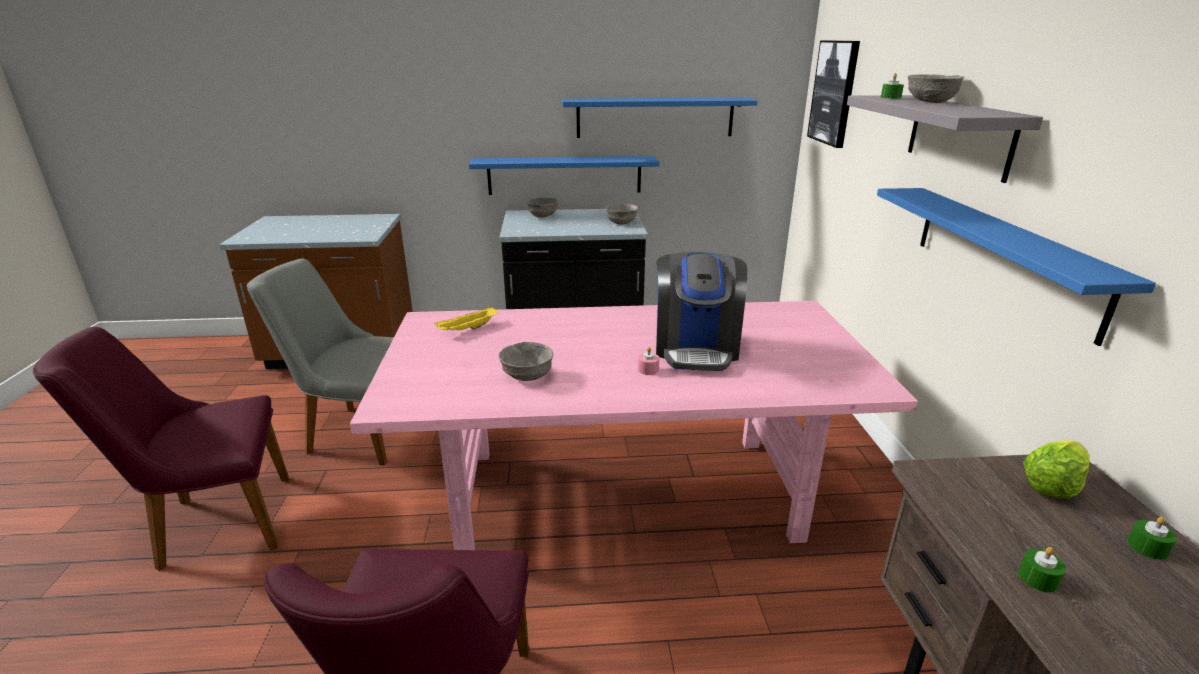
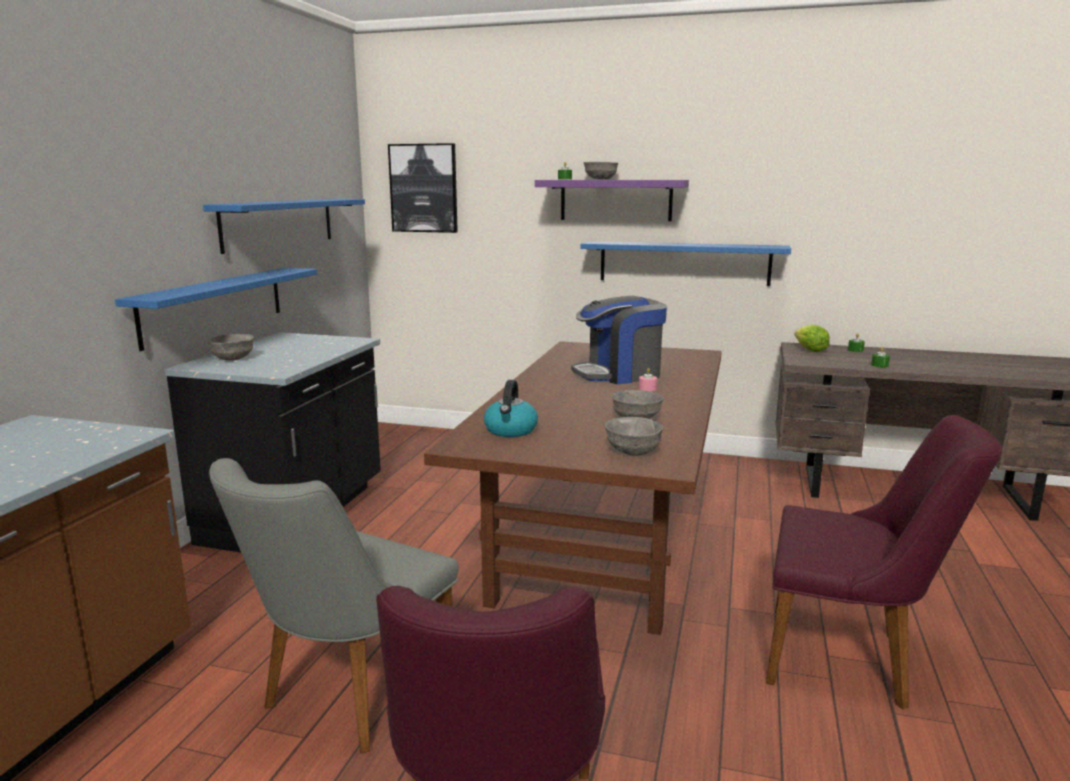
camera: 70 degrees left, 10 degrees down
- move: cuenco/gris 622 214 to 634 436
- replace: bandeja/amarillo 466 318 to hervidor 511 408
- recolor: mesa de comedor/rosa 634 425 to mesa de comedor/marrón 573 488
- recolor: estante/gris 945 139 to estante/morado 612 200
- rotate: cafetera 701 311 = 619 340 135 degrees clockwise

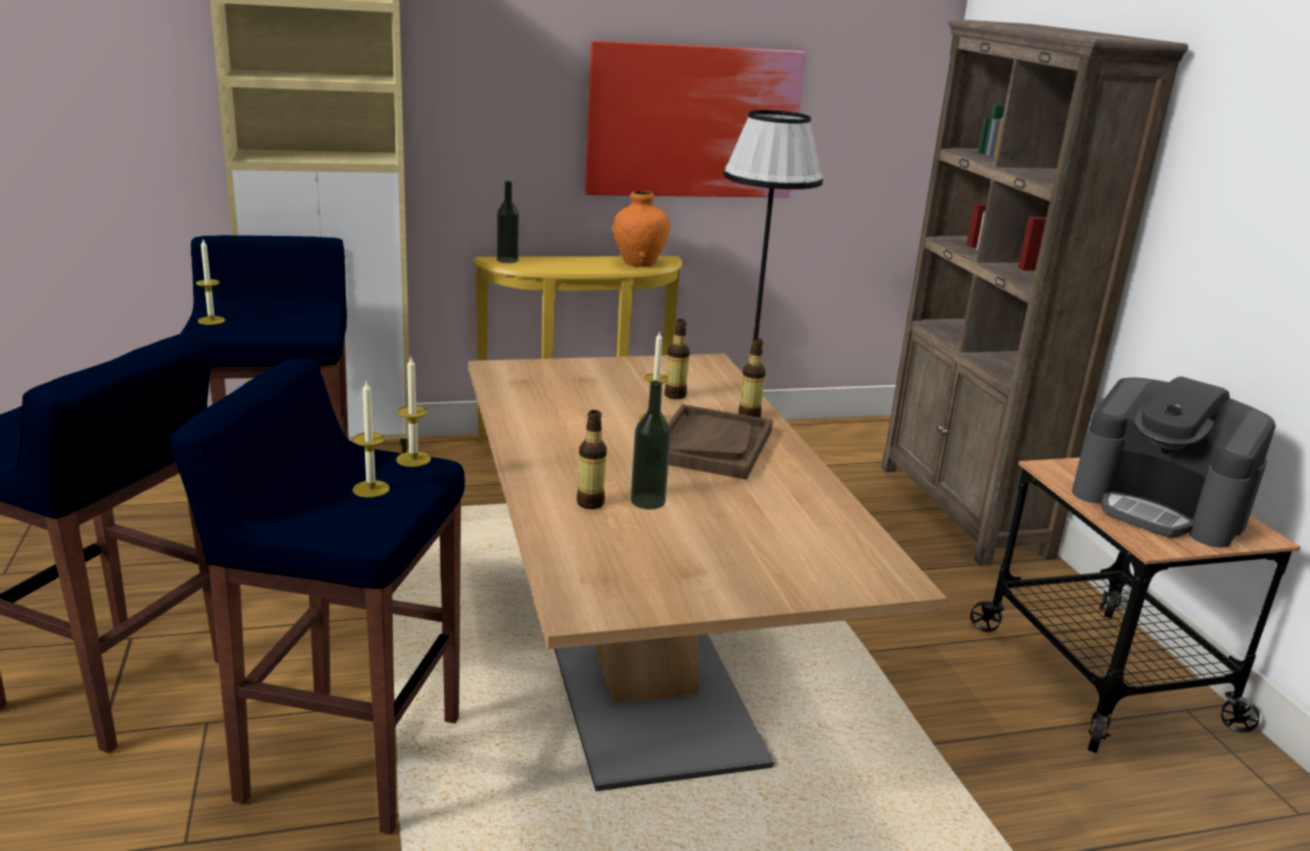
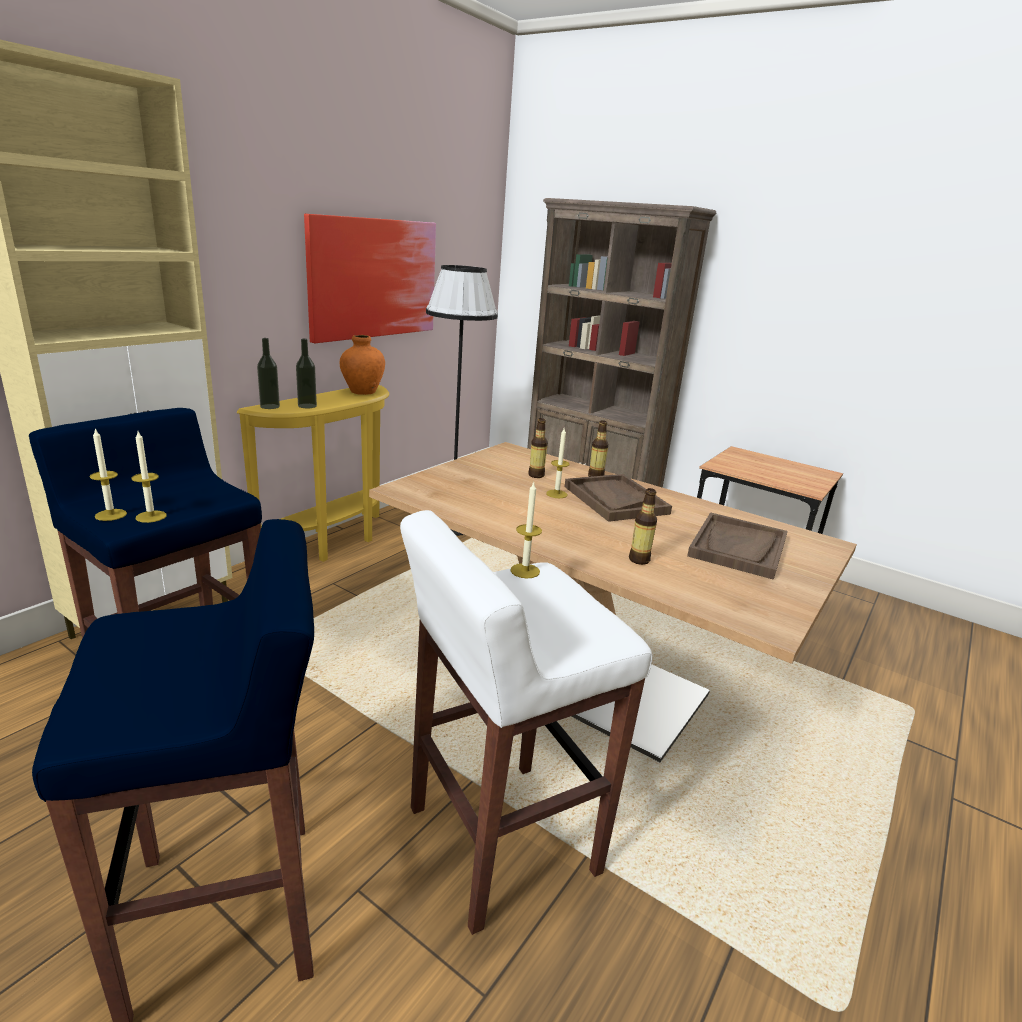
camera: 40 degrees left, 0 degrees up
- delete: cafetera 1174 462
- insert: bandeja/marrón 737 546
- move: vela 371 439 to 149 477
- move: botella 651 445 to 306 373
- recolor: taburete/azul 317 596 to taburete/blanco 526 722

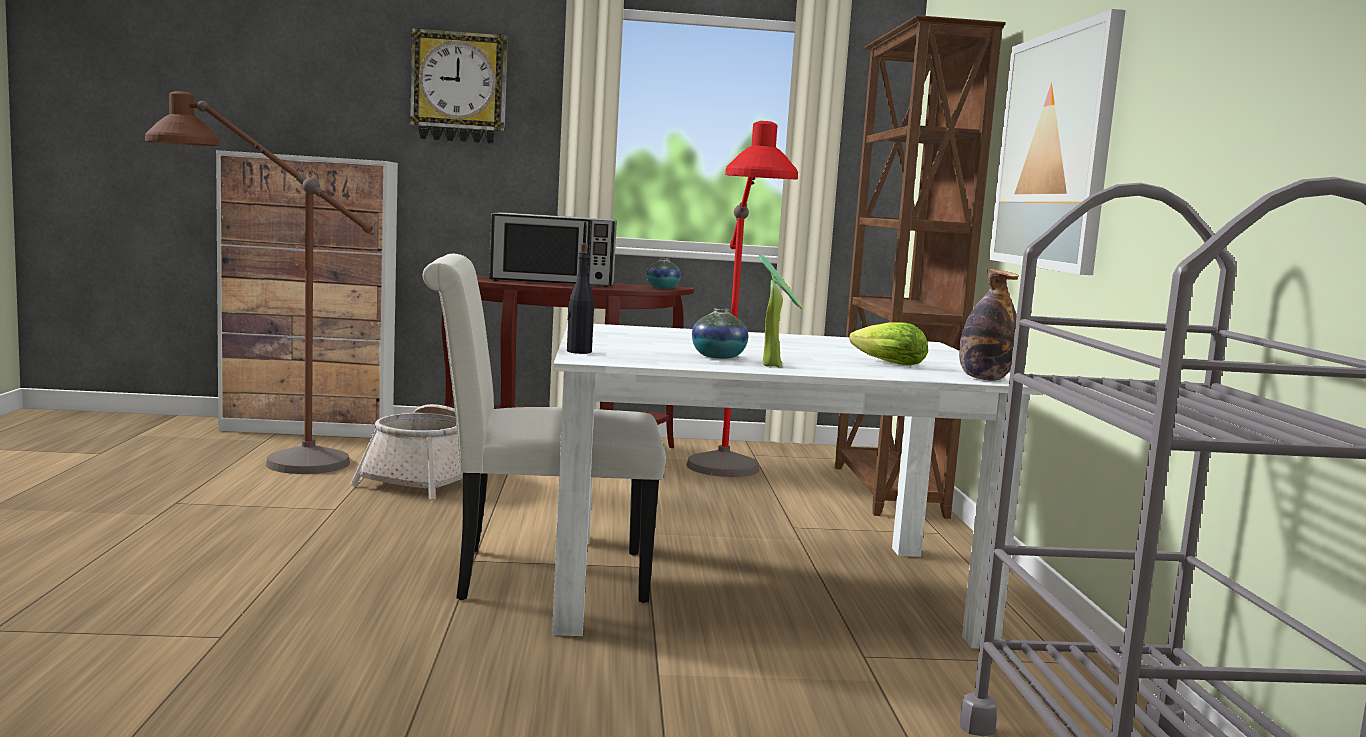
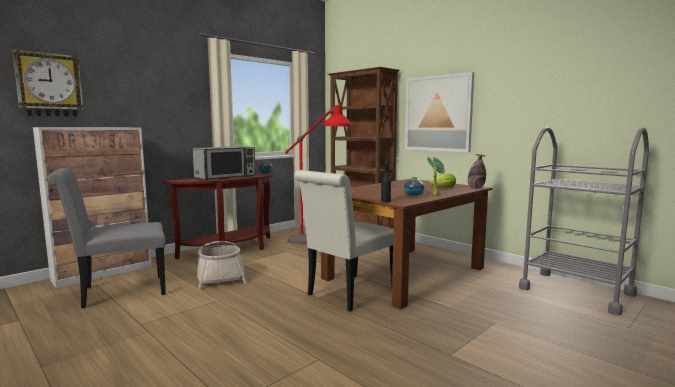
camera: 40 degrees left, 0 degrees up
- move: reloj de pared 458 86 to 48 83
- replace: lámpara de pie/marrón 259 282 to silla/gris 106 238
- recolor: mesa de comedor/blanco 797 486 to mesa de comedor/marrón 406 244

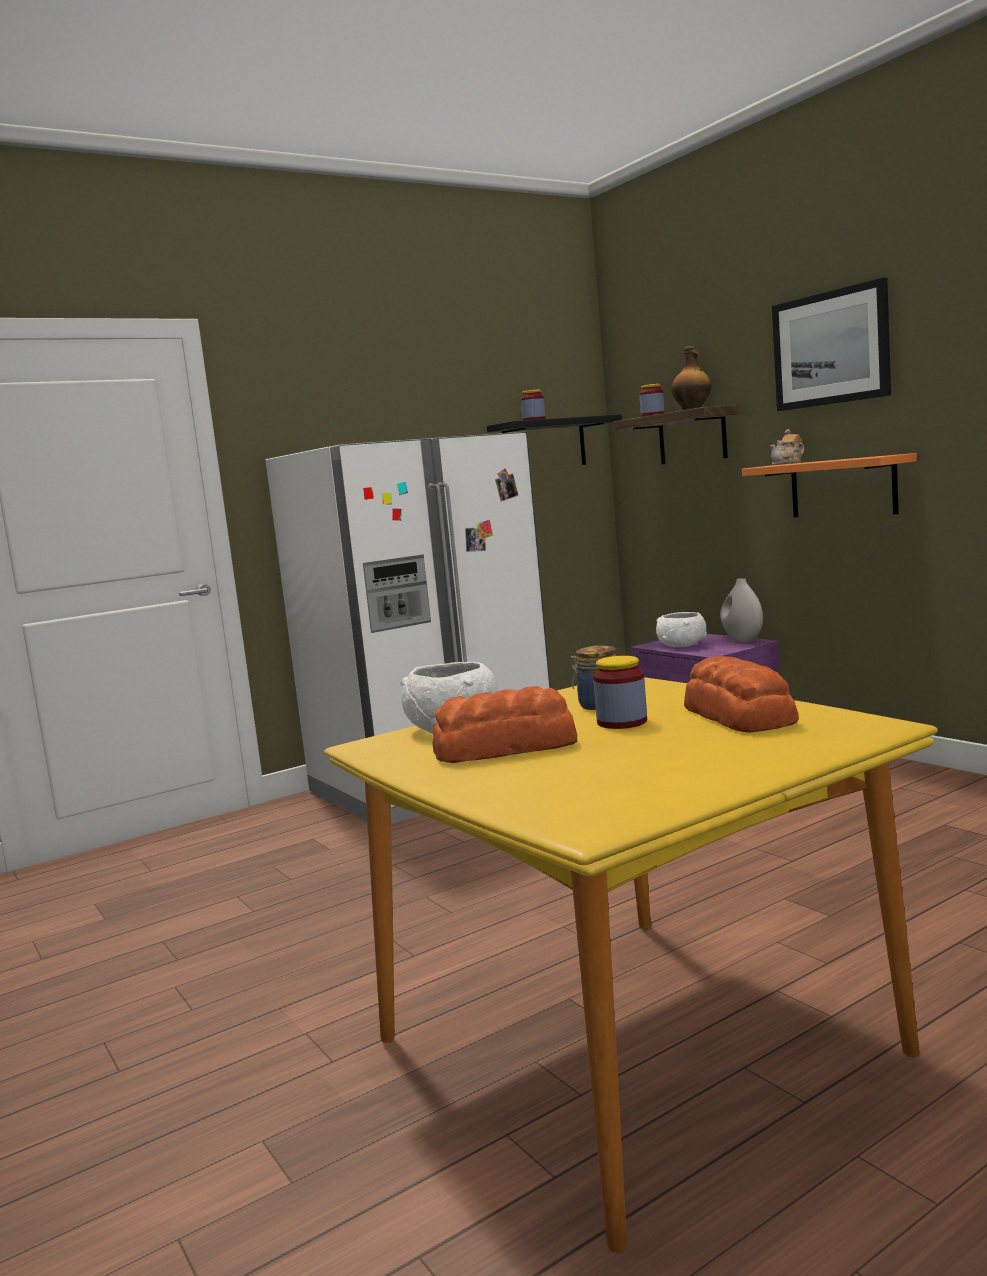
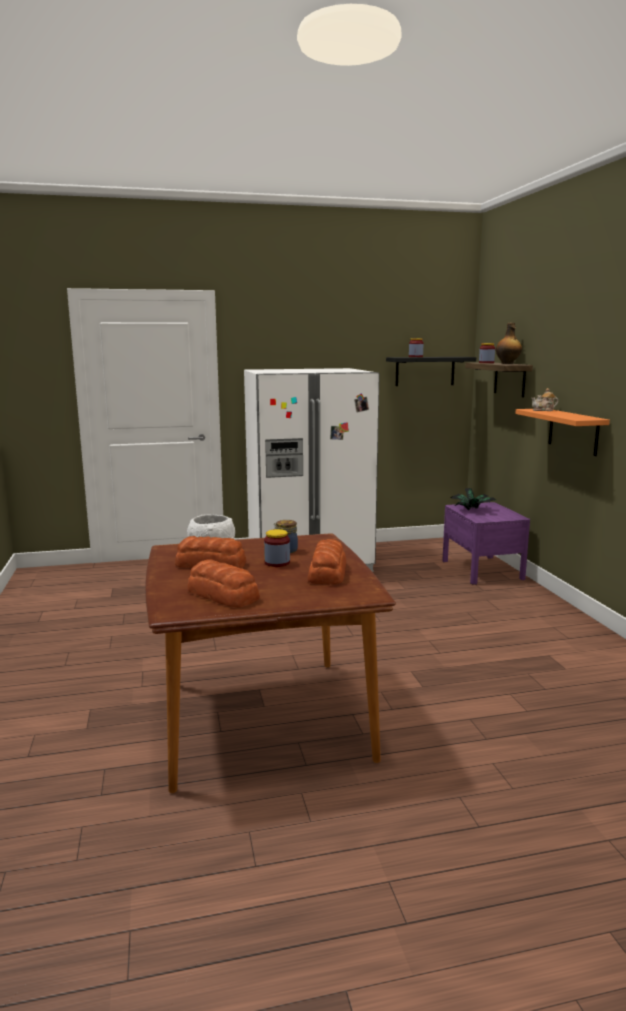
camera: 20 degrees right, 5 degrees up
- delete: florero/blanco 741 610
- delete: cuadro 831 344
- insert: pan 223 583
- replace: cuenco/blanco 681 629 to planta en maceta 473 499
- recolor: mesa de comedor/amarillo 631 965 to mesa de comedor/marrón 270 663

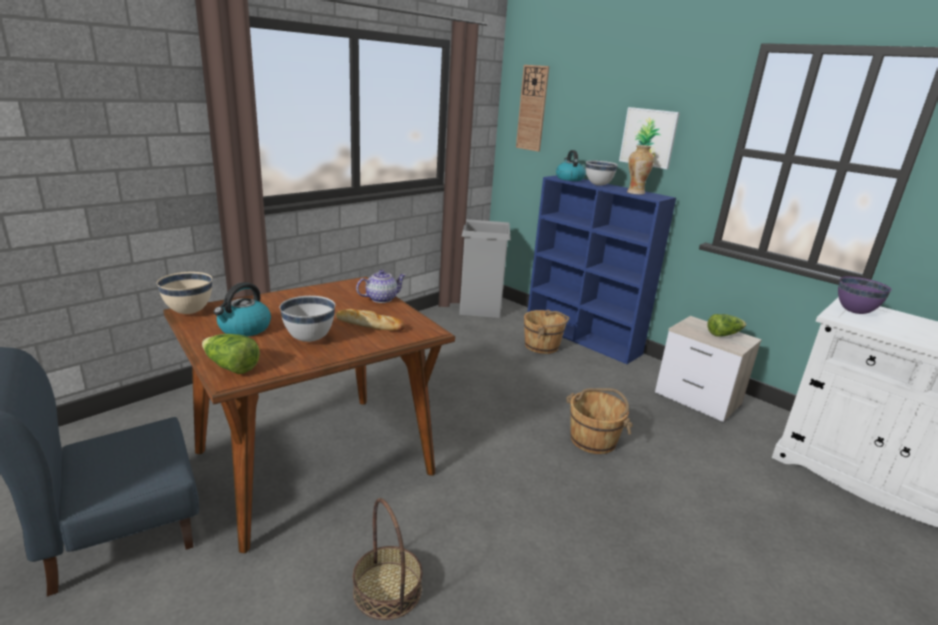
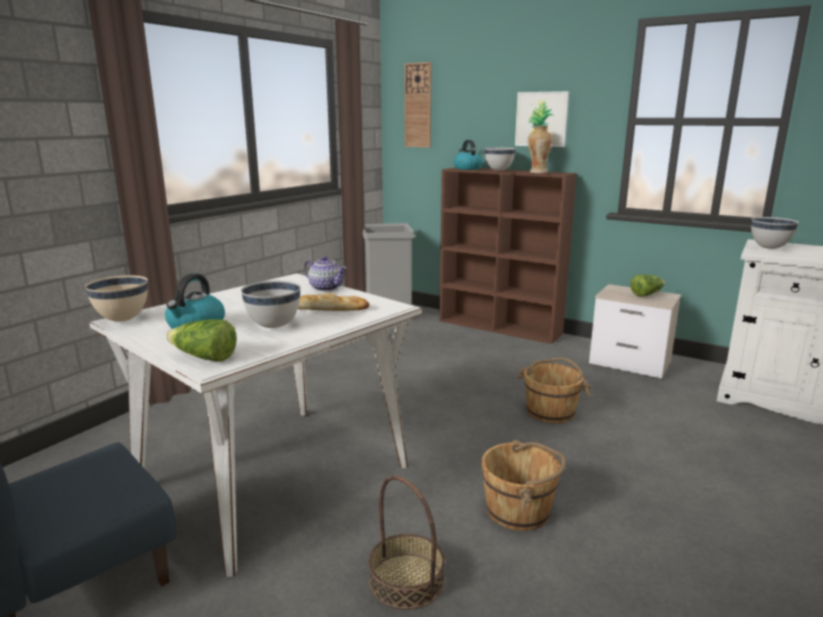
camera: 10 degrees left, 5 degrees down
- move: cubo/marrón 547 332 to 524 485
- recolor: mesa de comedor/marrón 309 414 to mesa de comedor/blanco 256 425
- recolor: estantería/azul 601 269 to estantería/marrón 508 255
- recolor: cuenco/morado 865 295 to cuenco/blanco 775 233
- rotate: tetera 381 286 = 325 273 75 degrees clockwise

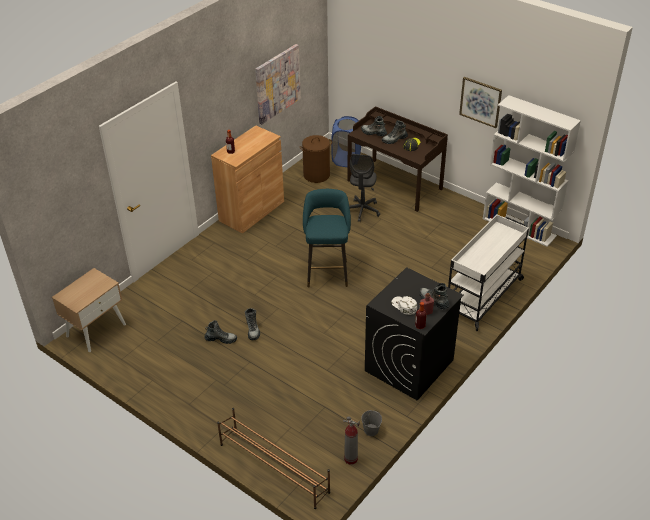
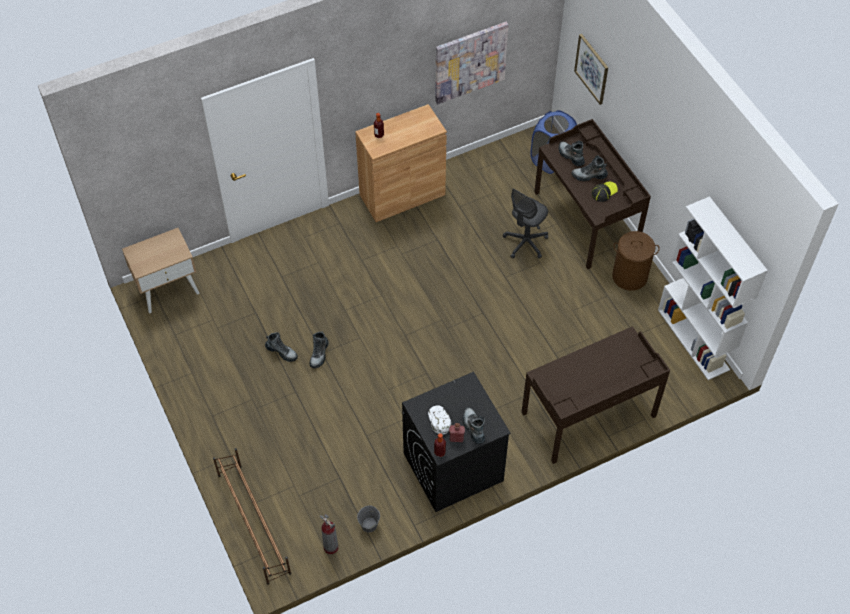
camera: 25 degrees right, 15 degrees up
- delete: taburete/turquesa 327 238
- move: cesto de la ropa/marrón 316 159 to 636 261
- move: cuadro 480 102 to 591 69
- replace: carrito/blanco 488 273 to escritorio/marrón 596 395

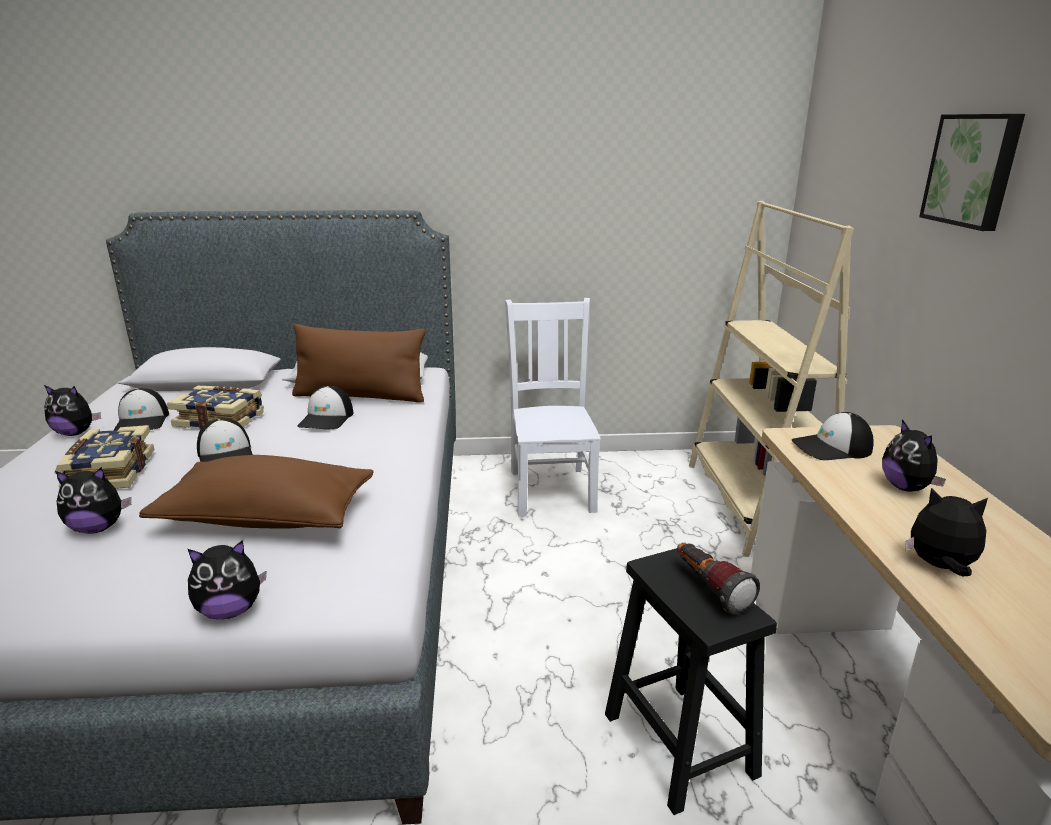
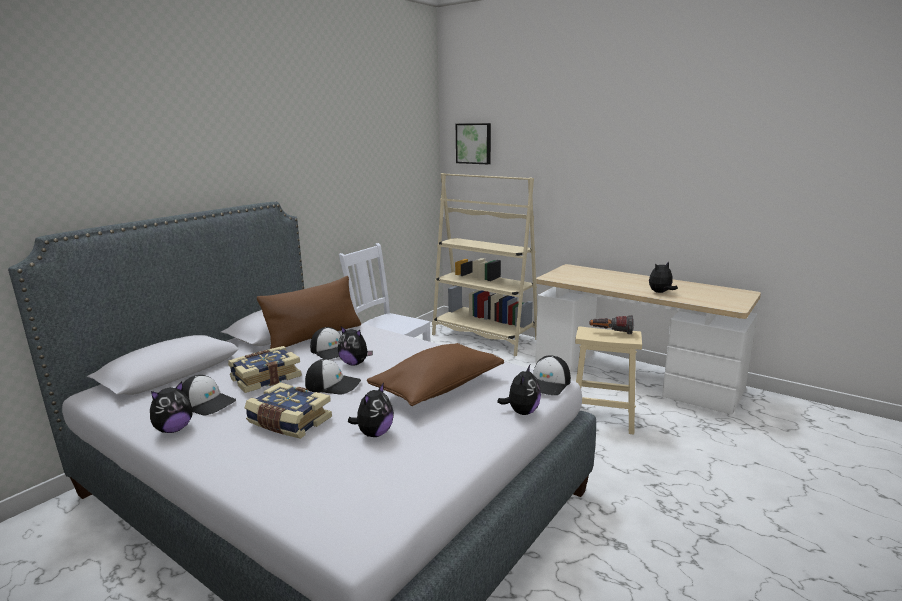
camera: 50 degrees left, 5 degrees down
- move: gorra 833 436 to 552 375
- move: peluche 914 455 to 355 346
- move: cuadro 972 172 to 473 143
- recolor: taburete/negro 691 681 to taburete/beis 608 380

